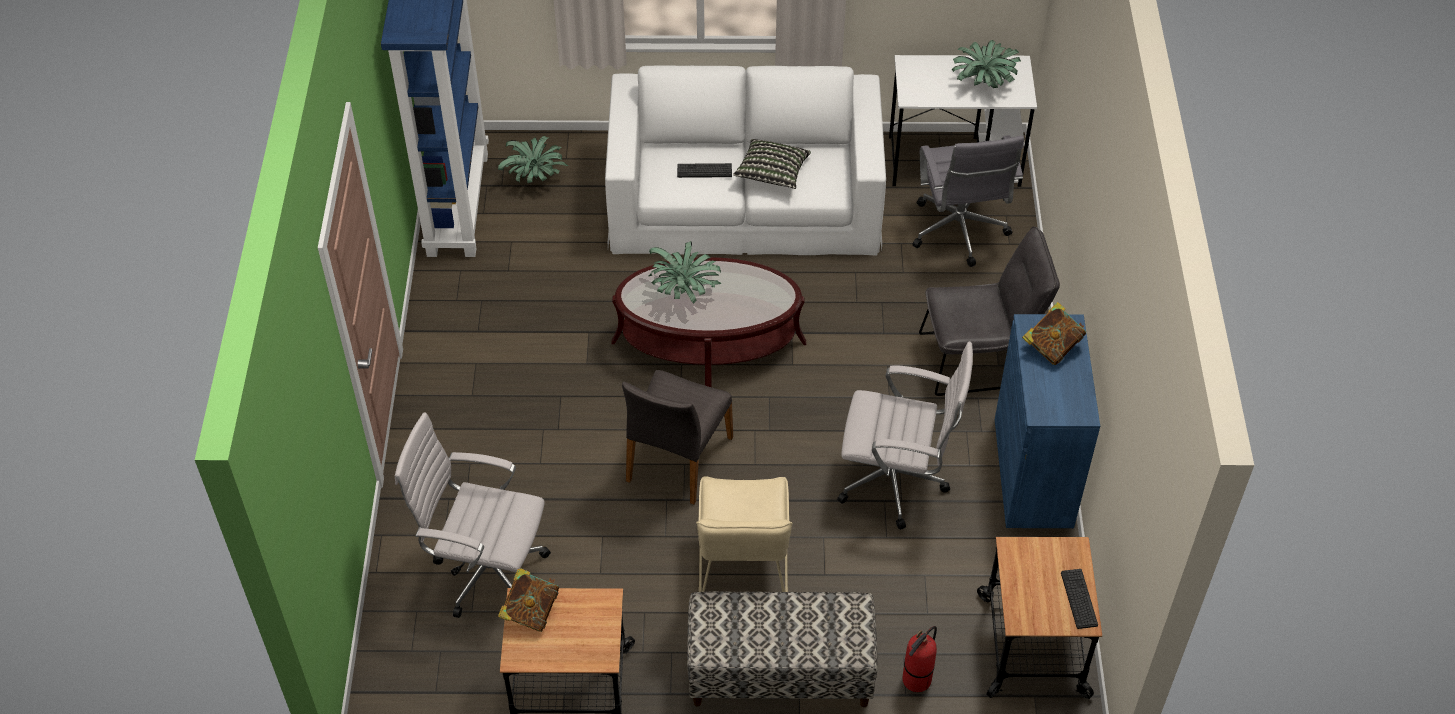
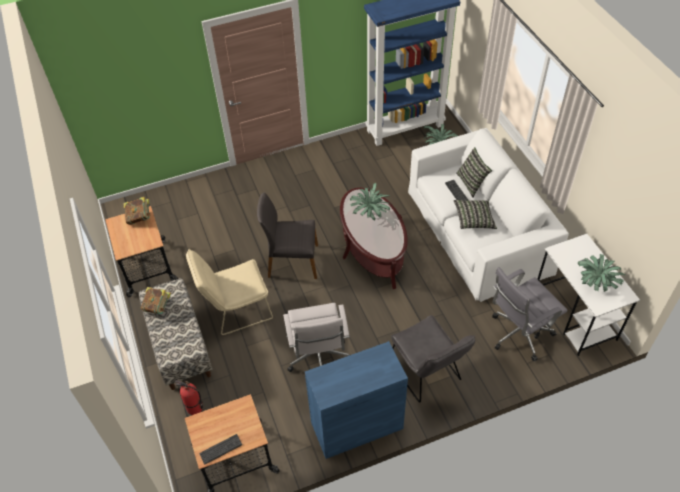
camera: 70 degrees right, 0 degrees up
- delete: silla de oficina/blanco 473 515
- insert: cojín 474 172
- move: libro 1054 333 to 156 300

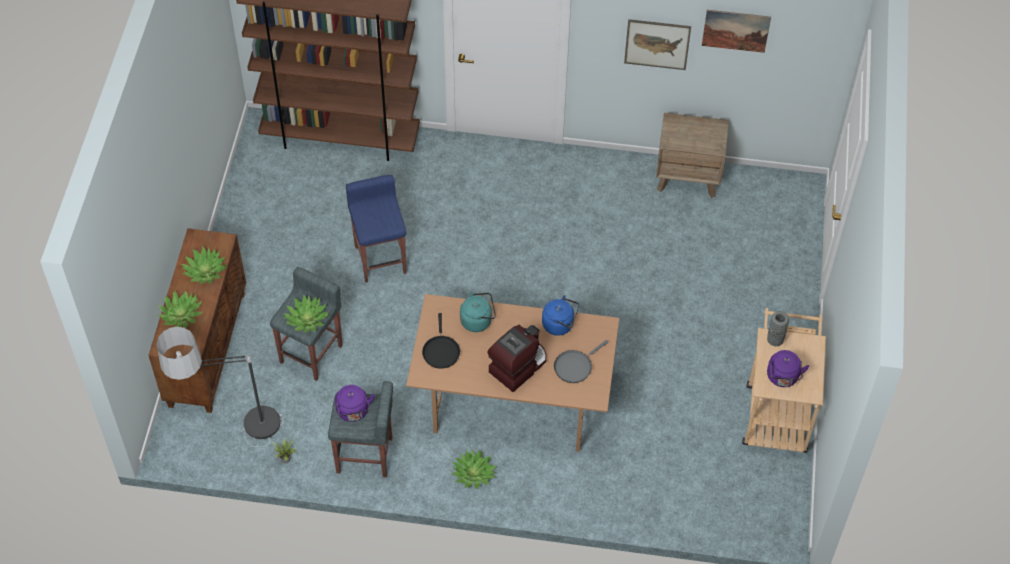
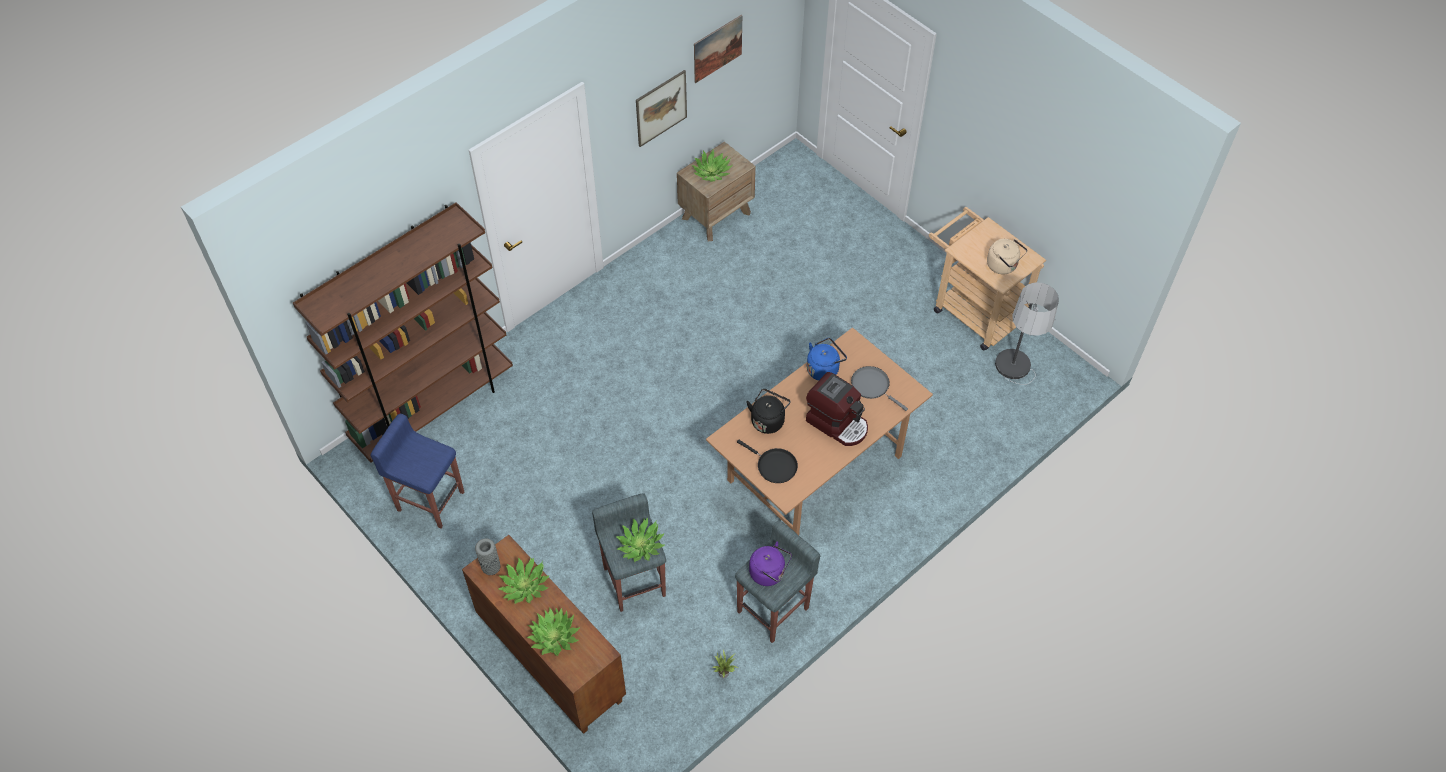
camera: 50 degrees left, 0 degrees up
- move: lámpara de pie 220 387 to 1027 334
- move: taburete/azul 376 229 to 417 471
- move: planta en maceta 473 469 to 712 166
- move: florero/gris 778 328 to 487 556
- recolor: hervidor/turquesa 478 312 to hervidor/negro 768 411
- recolor: hervidor/morado 788 368 to hervidor/beis 1007 257
- rotate: cafetera 516 358 = 837 409 135 degrees clockwise
- rotate: sartén/gris 581 361 = 879 388 135 degrees clockwise

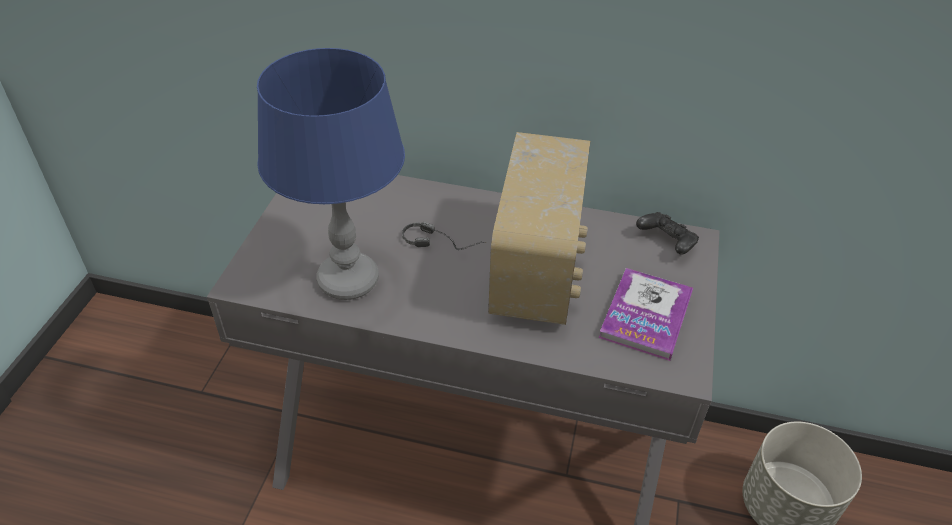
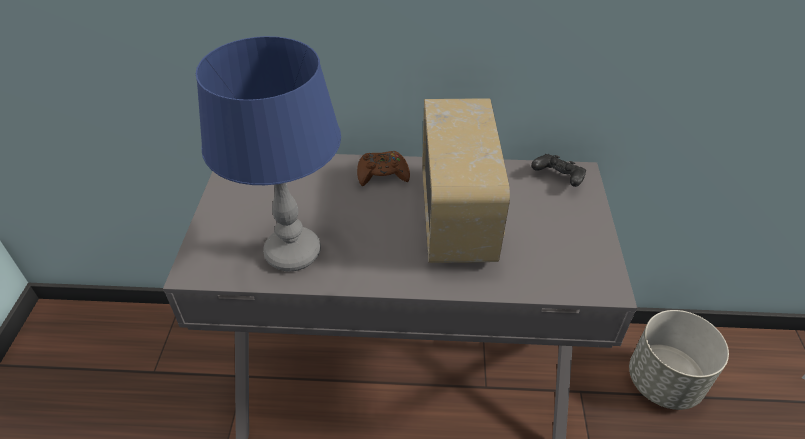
camera: 10 degrees left, 0 degrees up
- delete: auriculares 444 236
- delete: libro 646 314
- insert: mando de consola/marrón 383 168

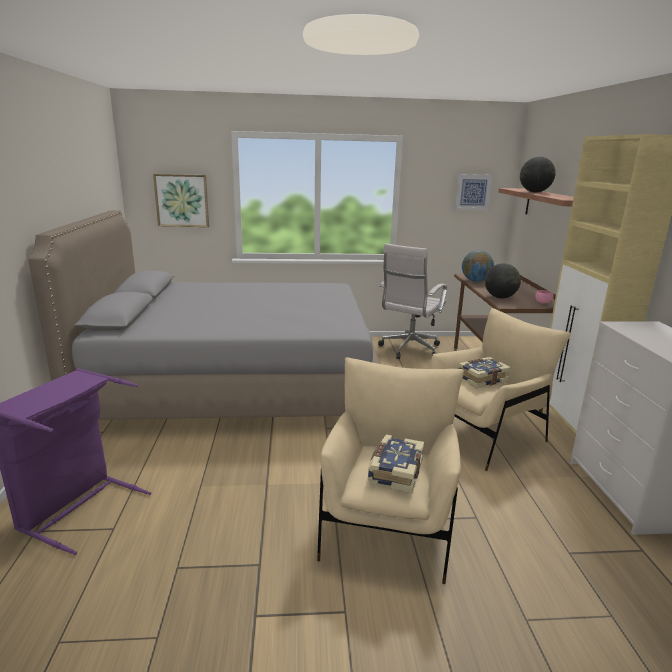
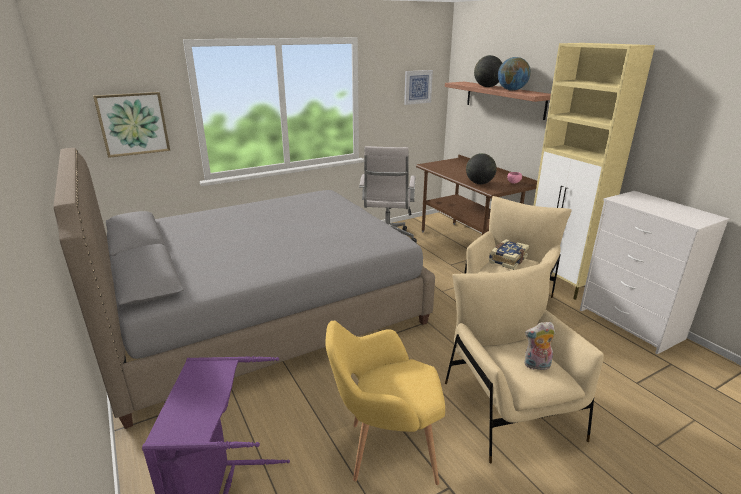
camera: 25 degrees left, 5 degrees up
- insert: sillón/amarillo 385 403
- move: globo terráqueo 478 266 to 514 74
- replace: libro 396 464 to peluche 540 346

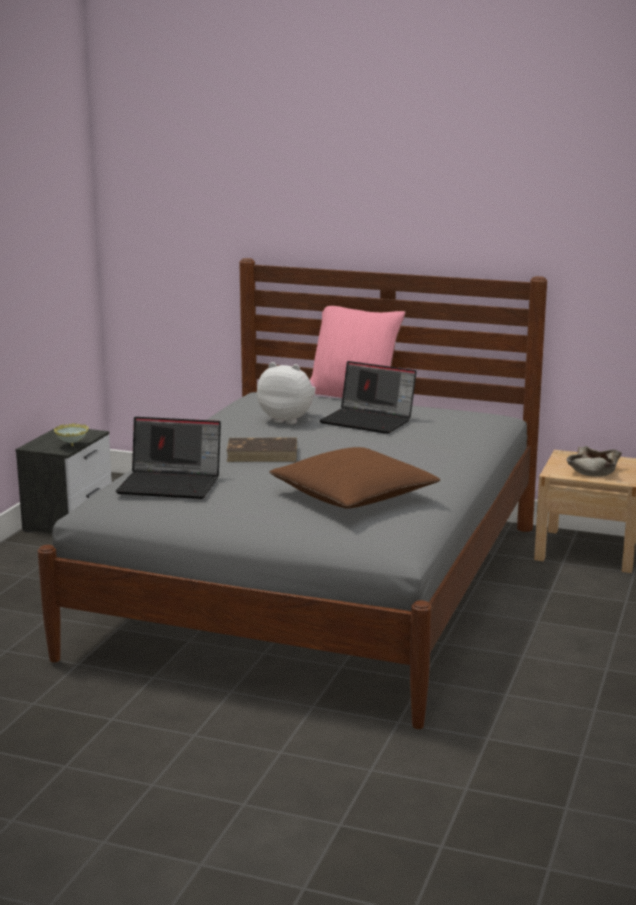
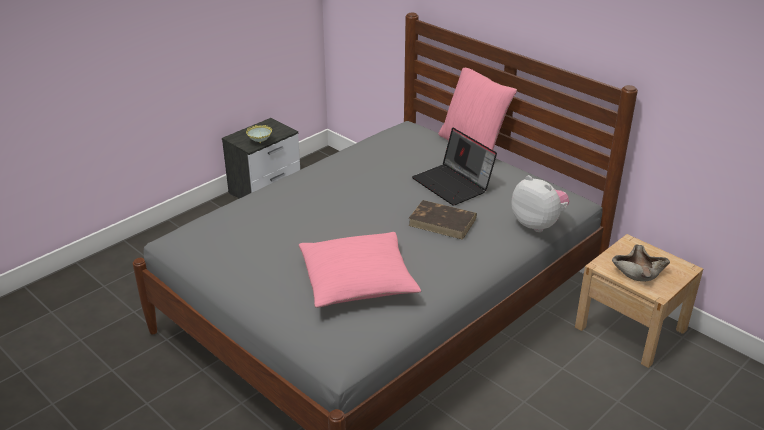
camera: 25 degrees right, 15 degrees up
- delete: portátil 168 458
- move: libro/marrón 261 450 to 442 220
- move: peluche 286 393 to 540 203
- recolor: cojín/marrón 355 477 to cojín/rosa 360 270

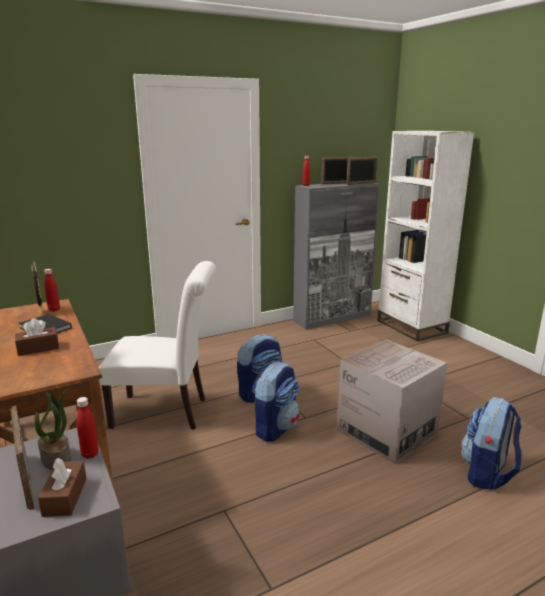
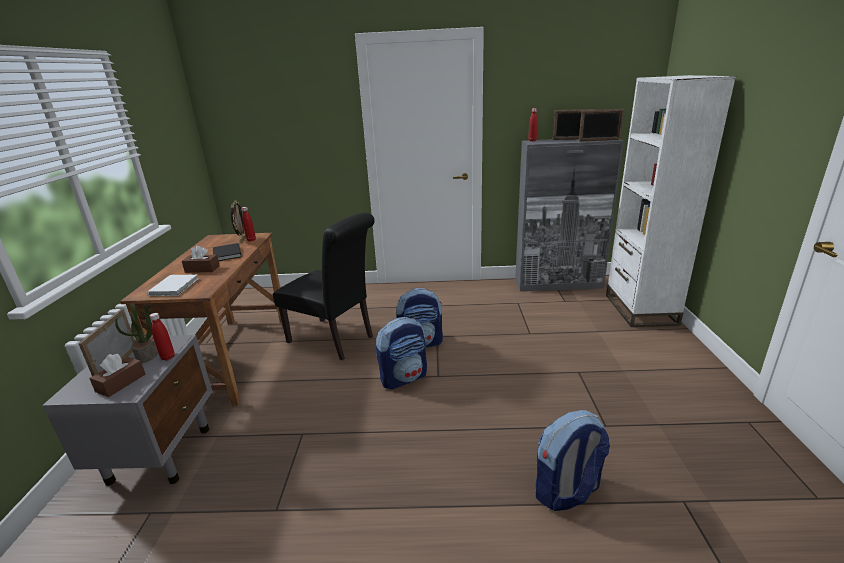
camera: 30 degrees right, 5 degrees up
- delete: caja de cartón 392 401
- insert: libro/blanco 173 285
- recolor: silla/blanco 157 345 to silla/negro 324 286

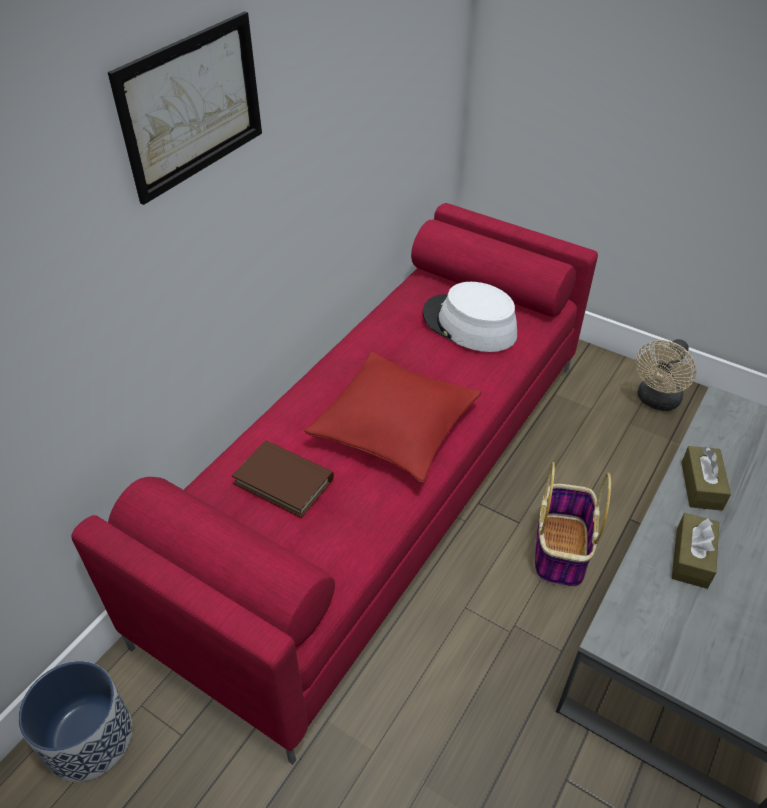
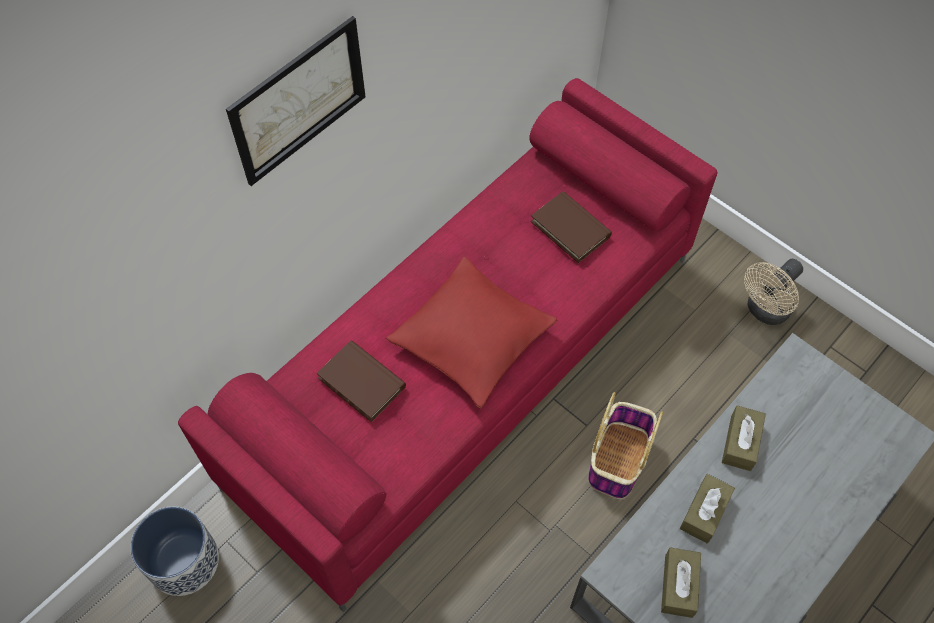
camera: 10 degrees right, 15 degrees up
- insert: caja de pañuelos/marrón 681 583
- replace: sombrero/blanco 470 317 to libro/marrón 571 227

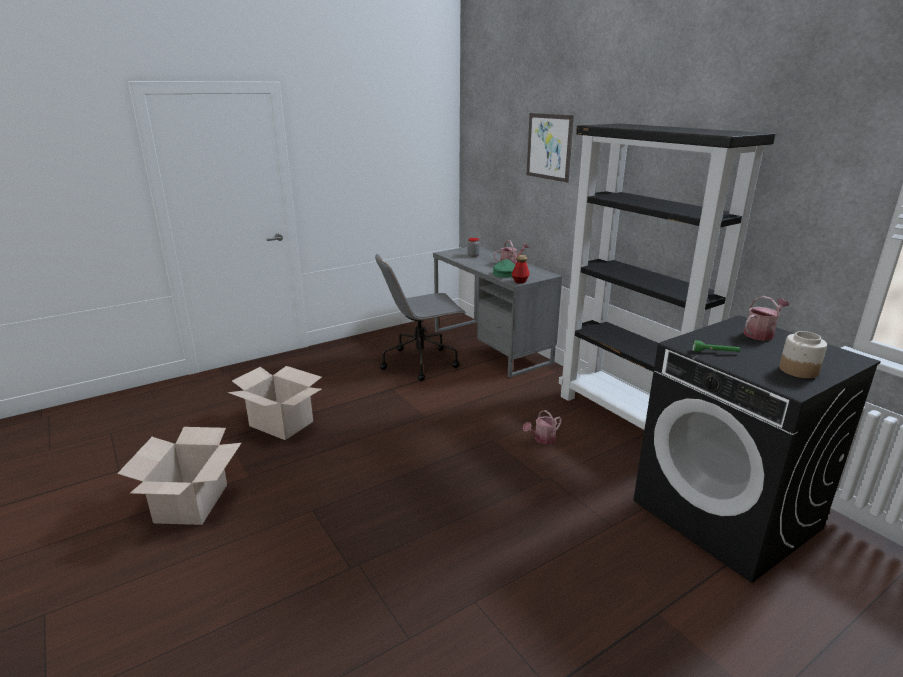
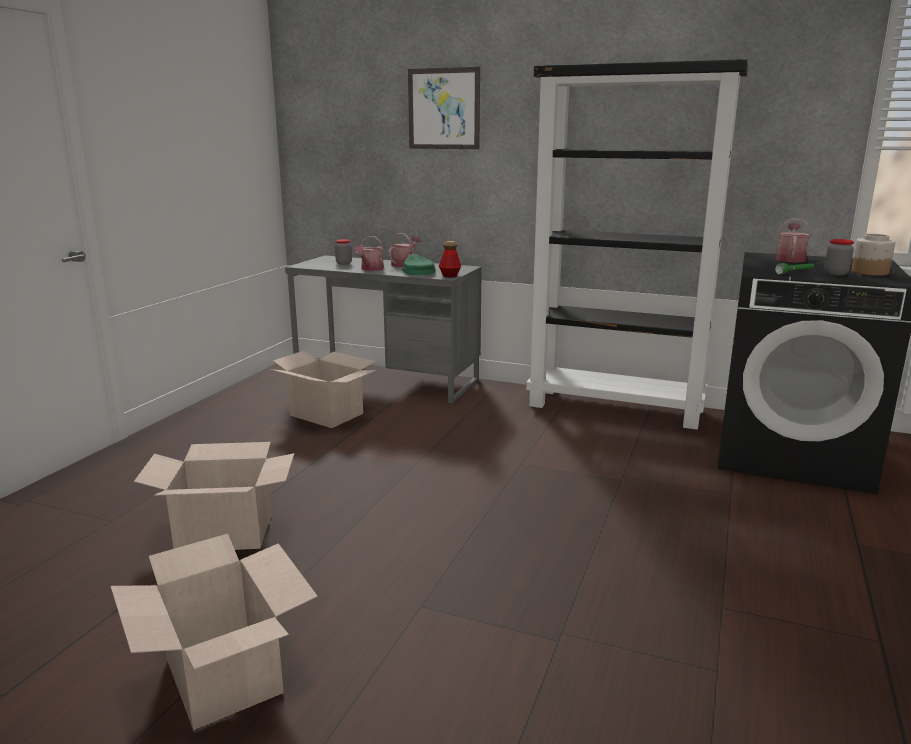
camera: 35 degrees left, 5 degrees down
- insert: tarro 839 257
- move: regadera 542 427 to 369 253
- replace: silla de oficina/gris 420 317 to caja de cartón 323 389

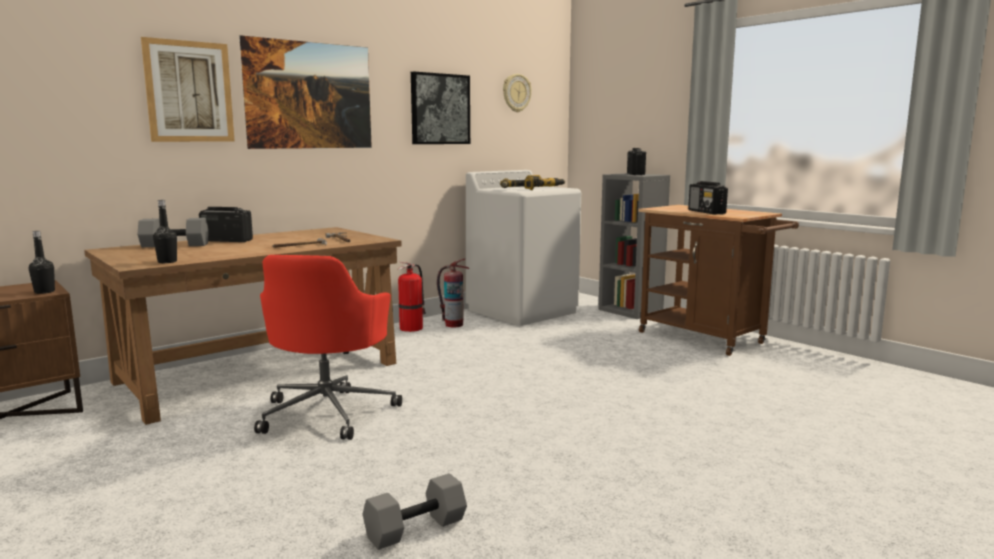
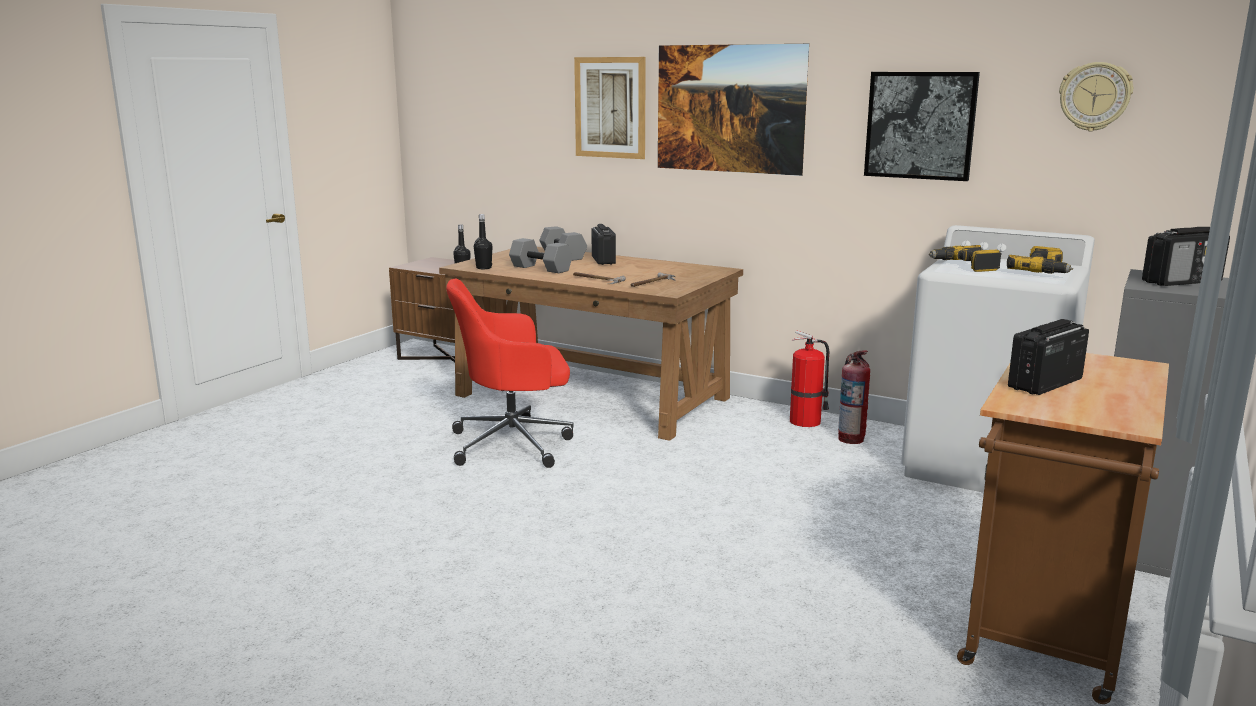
camera: 70 degrees right, 5 degrees up
- move: mancuerna/gris 415 511 to 541 255

